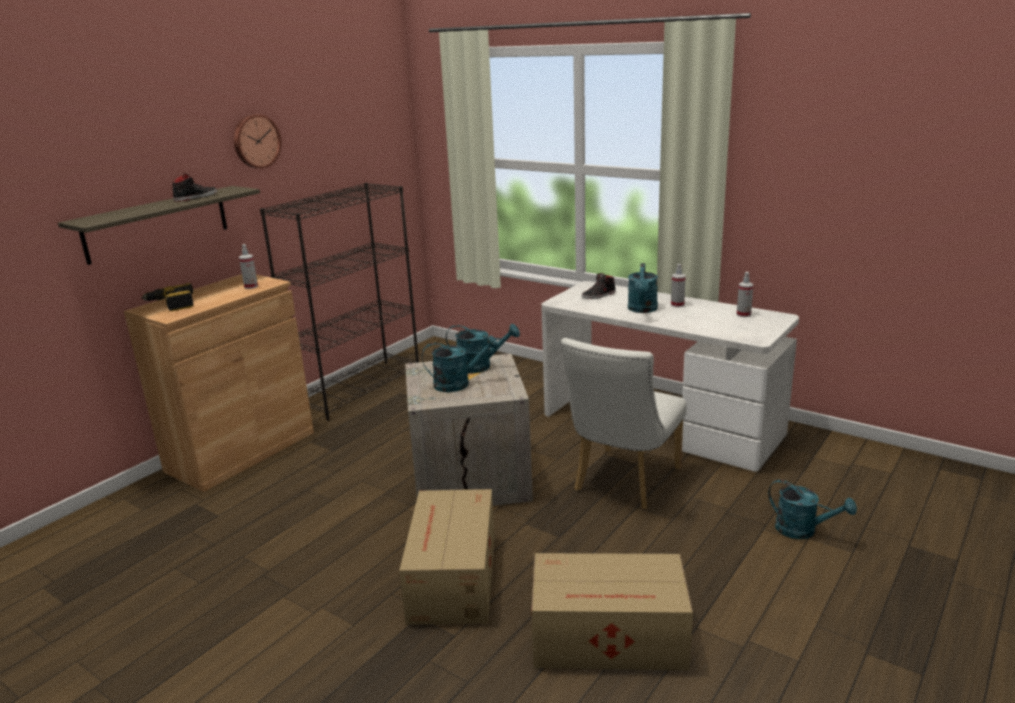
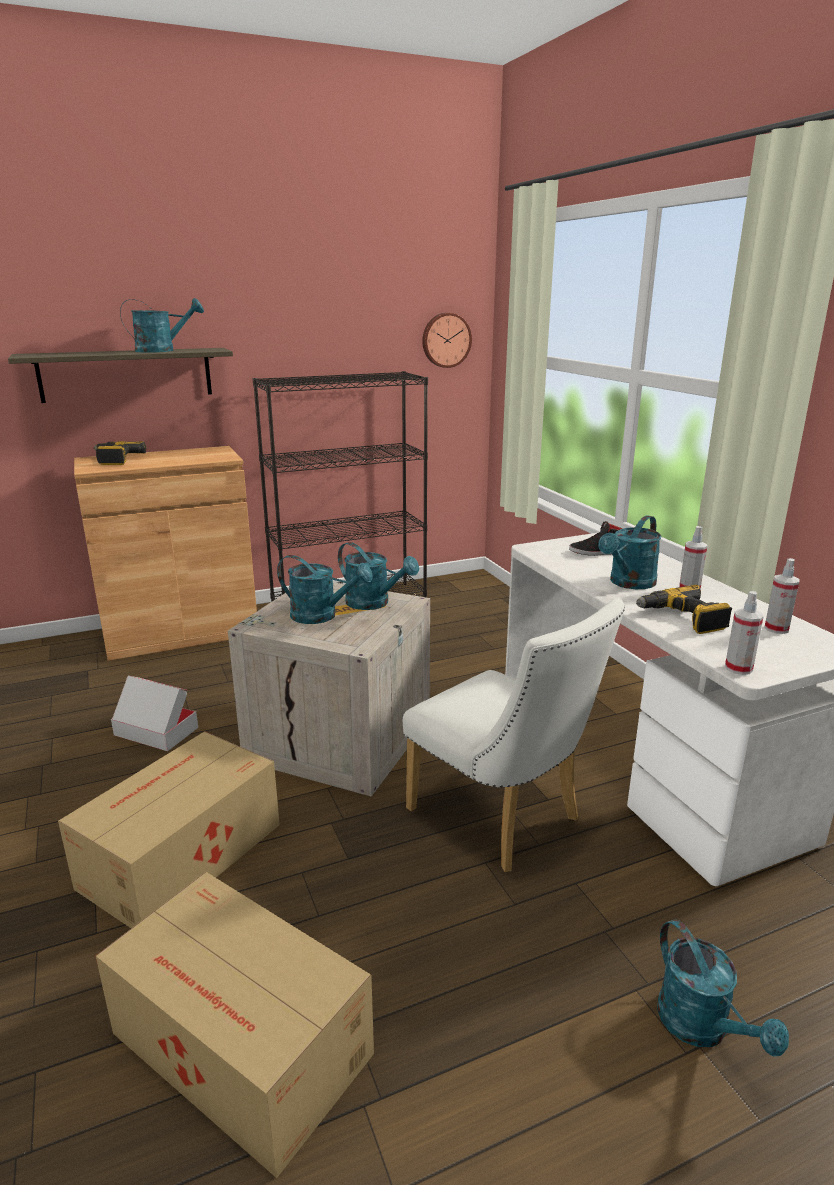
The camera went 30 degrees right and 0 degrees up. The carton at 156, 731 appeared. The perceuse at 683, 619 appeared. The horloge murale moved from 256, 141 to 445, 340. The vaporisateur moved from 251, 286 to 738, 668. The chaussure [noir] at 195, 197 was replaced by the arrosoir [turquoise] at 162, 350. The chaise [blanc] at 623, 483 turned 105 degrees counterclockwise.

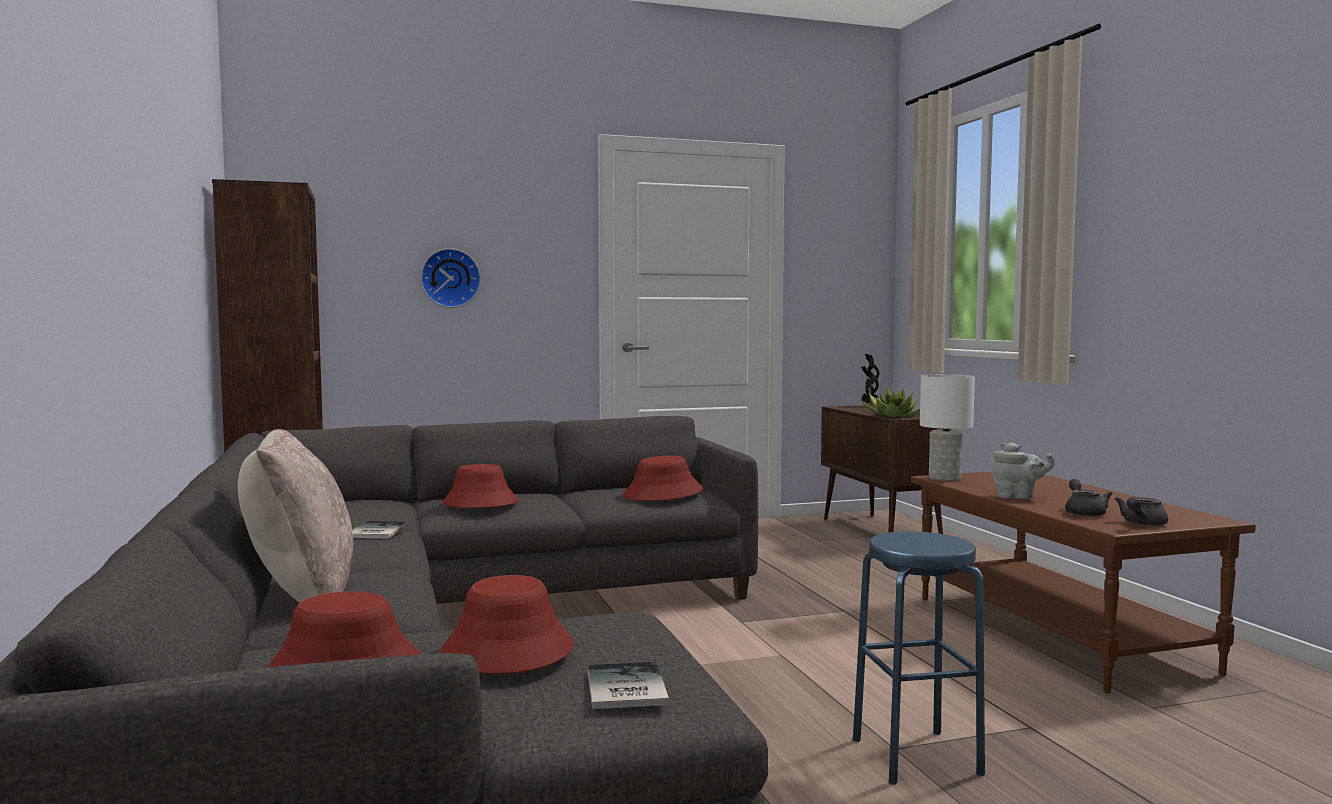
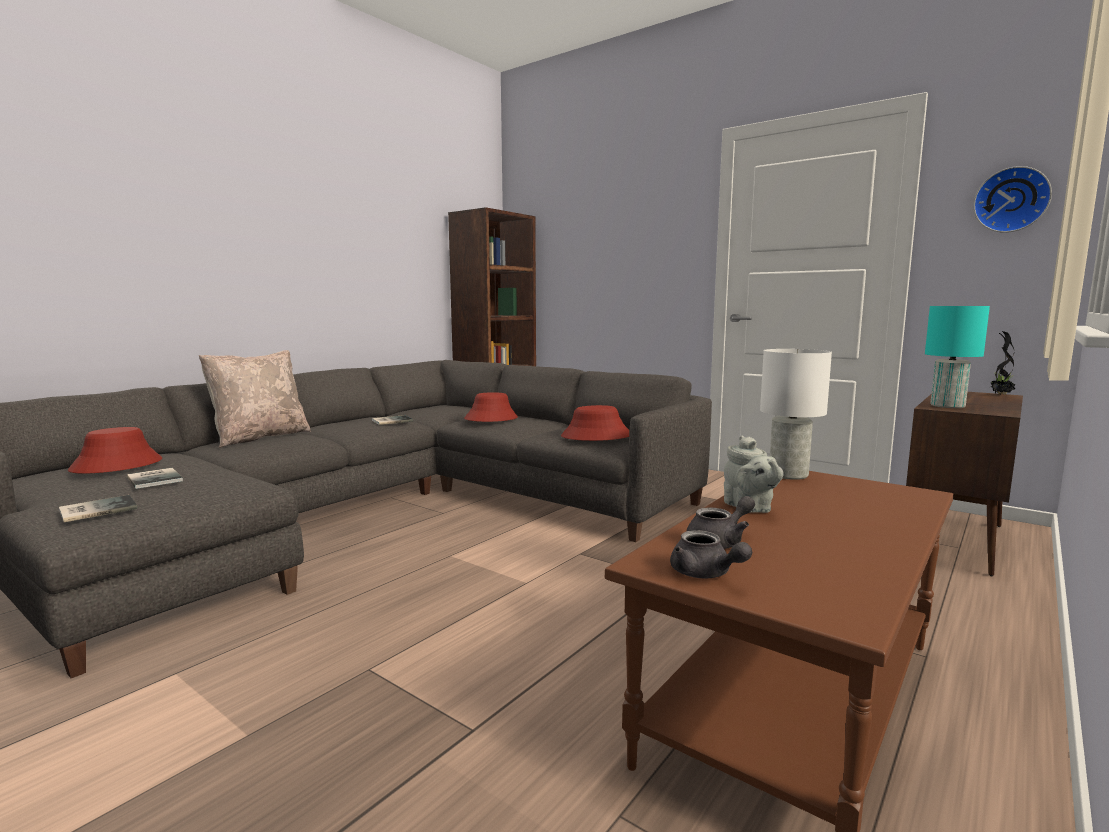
The camera went 55 degrees right and 5 degrees up. The tabouret [bleu] at 915, 756 disappeared. The horloge murale moved from 450, 278 to 1011, 200. The chapeau [rouge] at 507, 650 was replaced by the livre at 156, 478. The plante en pot at 893, 416 was replaced by the lampe de table [turquoise] at 946, 405. The théière [gris] at 1141, 524 turned 135 degrees counterclockwise.

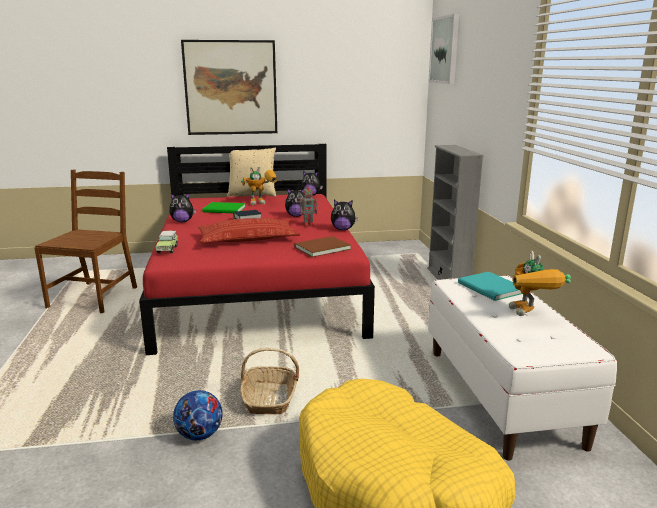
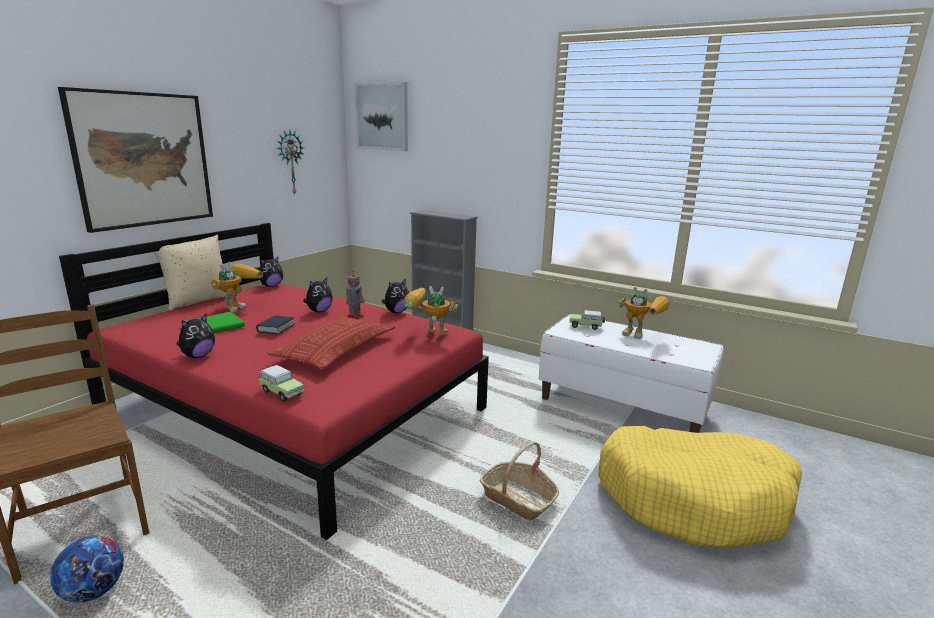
The camera went 50 degrees left and 0 degrees up. The horloge murale at 290, 162 appeared. The ballon de foot moved from 199, 435 to 94, 591. The livre [marron] at 320, 248 was replaced by the robot jouet at 427, 335. The livre [turquoise] at 491, 288 was replaced by the petite voiture at 586, 326.

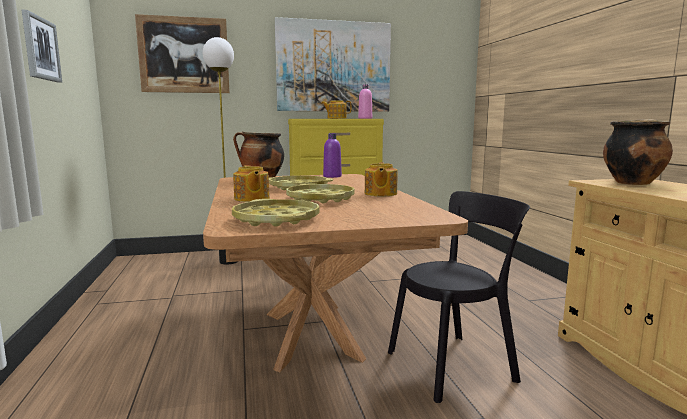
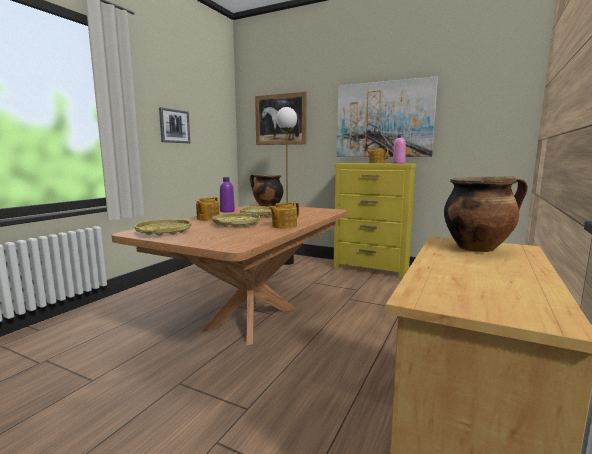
The camera went 40 degrees right and 0 degrees up. The chaise [noir] at 455, 365 disappeared. The bouteille [violet] moved from 332, 176 to 227, 211.

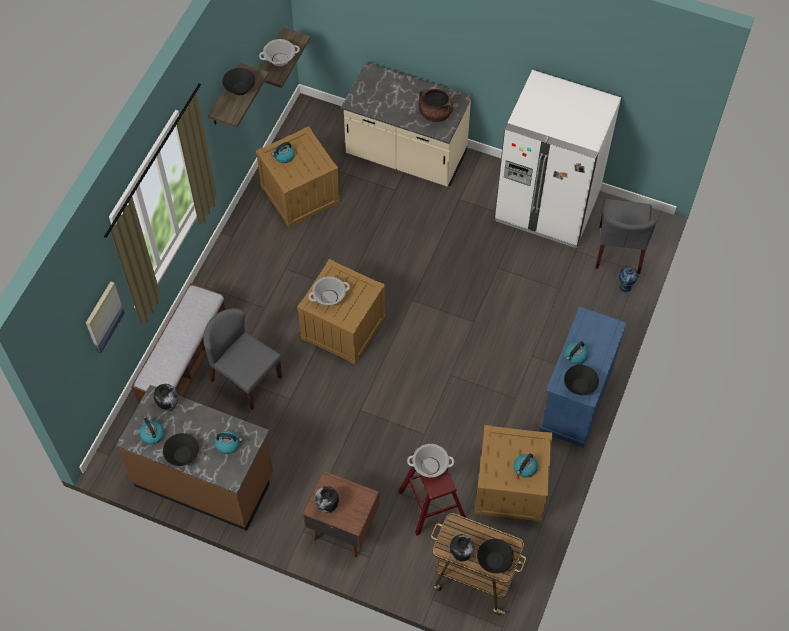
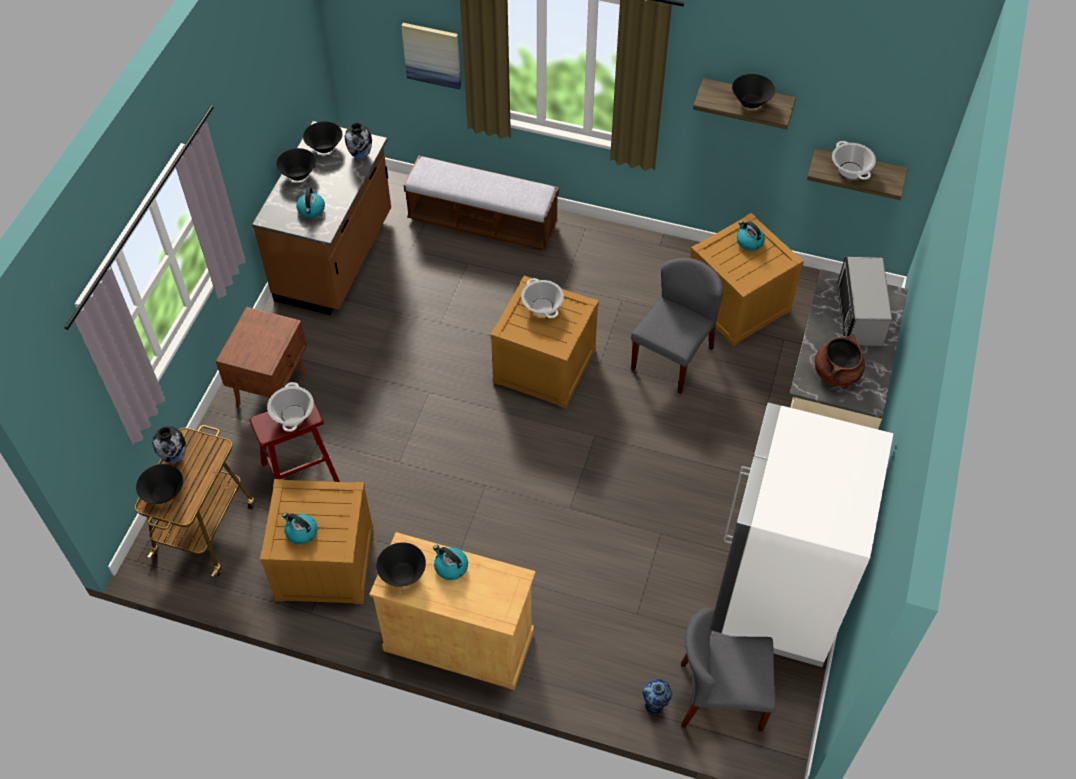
The camera went 85 degrees right and 5 degrees down. The vase at 327, 507 disappeared. The micro-ondes at 859, 315 appeared. The chaise [gris] moved from 245, 378 to 672, 357. The bouilloire at 152, 434 was replaced by the bol [noir] at 324, 147. The meuble de rangement [bleu] at 576, 398 became the meuble de rangement [beige] at 459, 640.

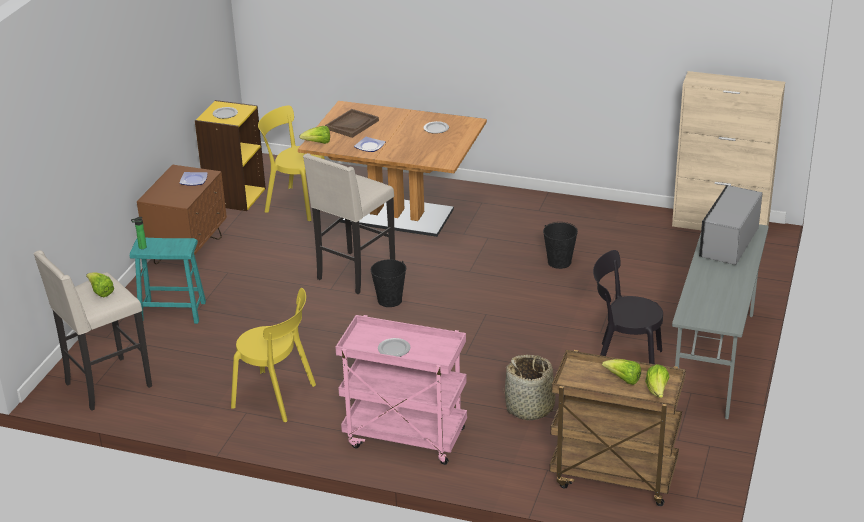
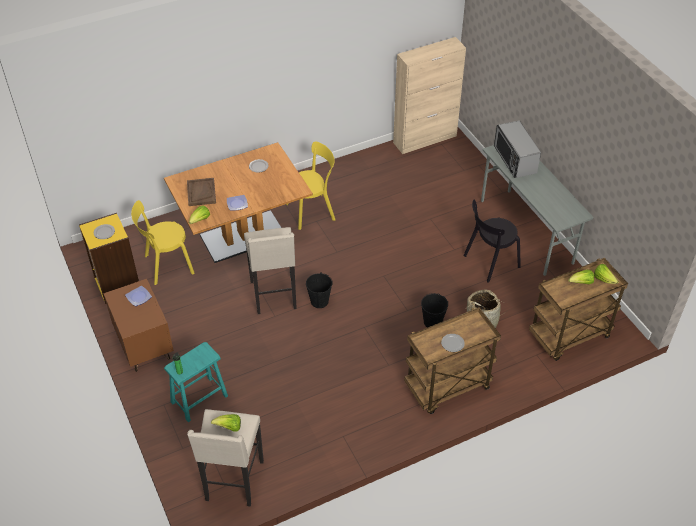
The camera went 45 degrees left and 15 degrees up. The chaise [jaune] moved from 277, 397 to 313, 211. The seau [noir] moved from 559, 262 to 432, 322. The chariot [rose] at 404, 438 became the chariot [marron] at 447, 388.

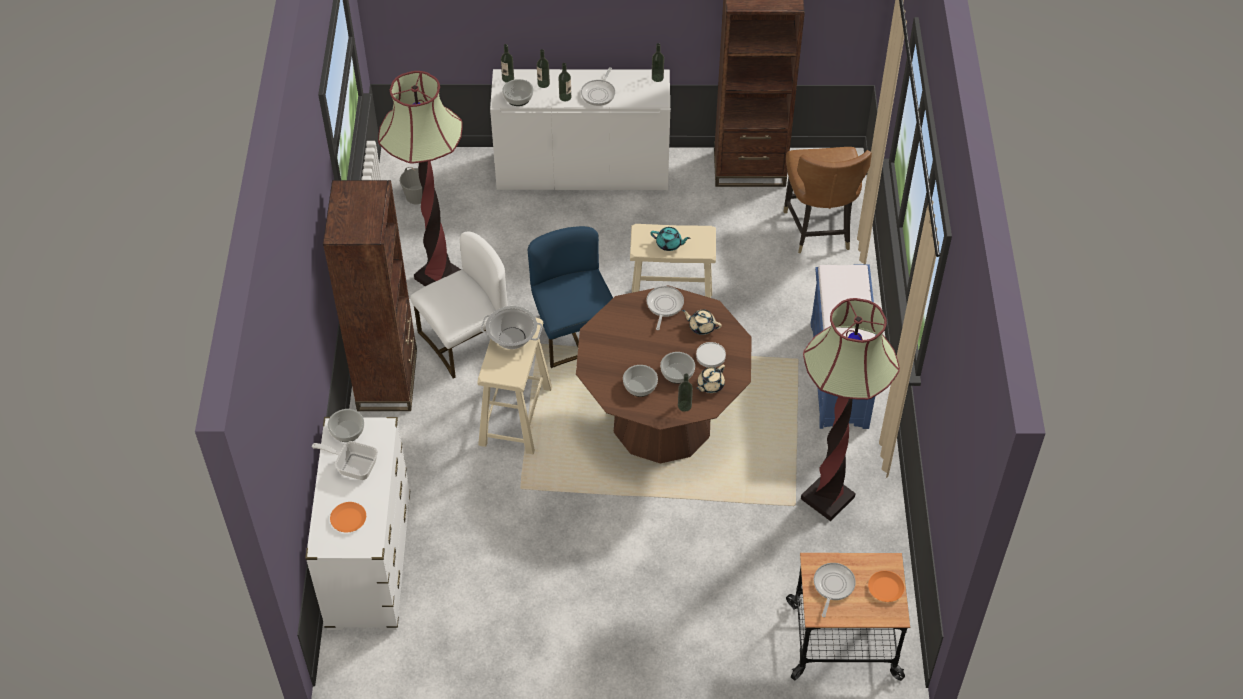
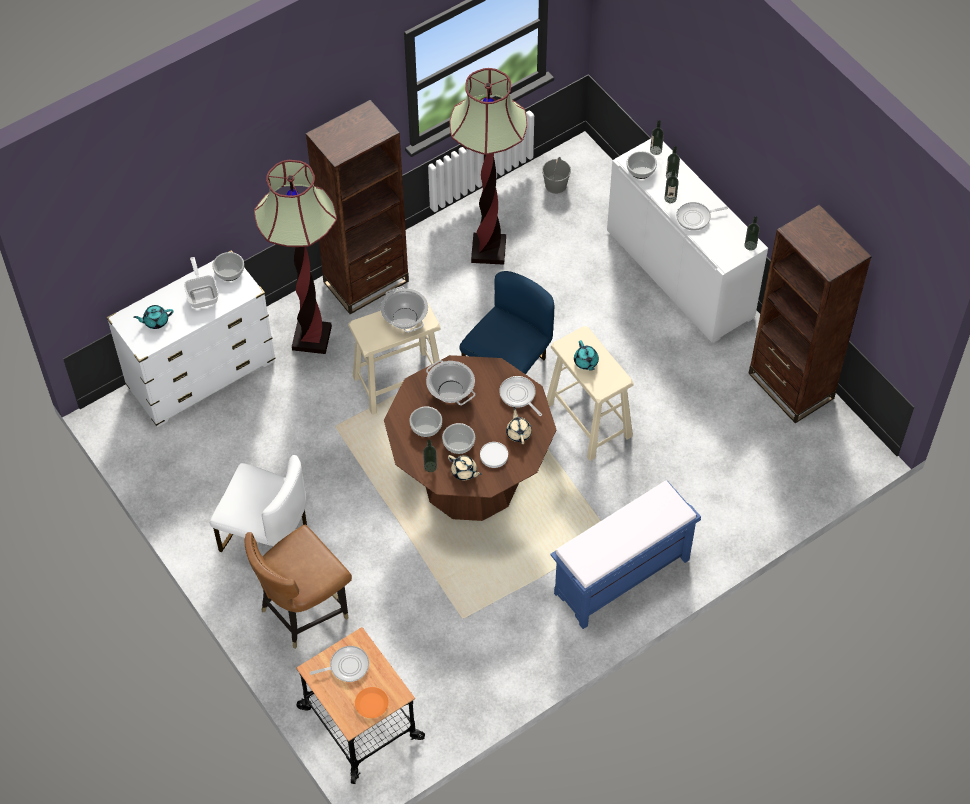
The camera went 55 degrees right and 5 degrees up. The marmite at 450, 391 appeared. The chaise [blanc] moved from 465, 340 to 265, 533. The chaise [marron] moved from 819, 229 to 303, 611. The lampadaire moved from 827, 498 to 311, 338. The assiette [orange] at 349, 520 was replaced by the théière [turquoise] at 155, 321. The poêle at 664, 306 turned 105 degrees counterclockwise. The théière [beige] at 710, 385 turned 150 degrees counterclockwise.

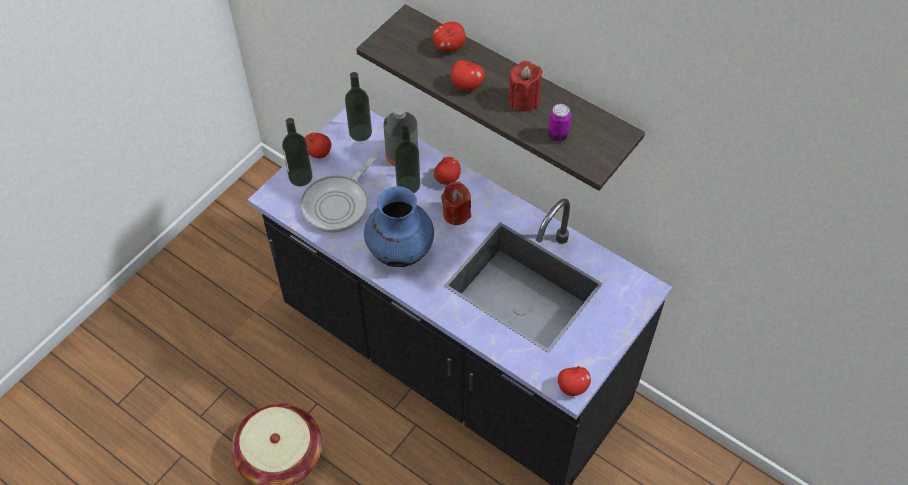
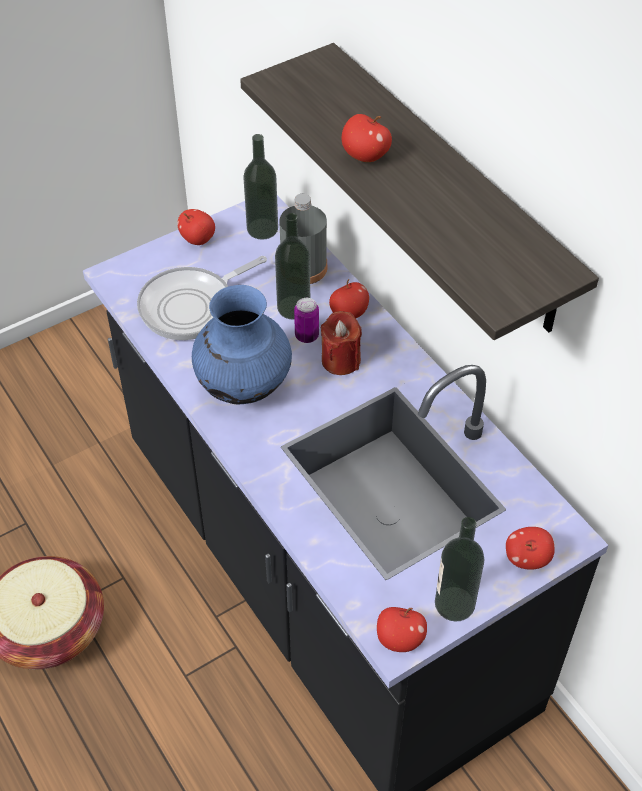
The camera went 20 degrees right and 5 degrees down. The bougie [rouge] at 524, 100 disappeared. The bouteille moved from 300, 177 to 454, 604. The pomme moved from 449, 47 to 527, 559. The boîte métallique moved from 557, 135 to 306, 336.

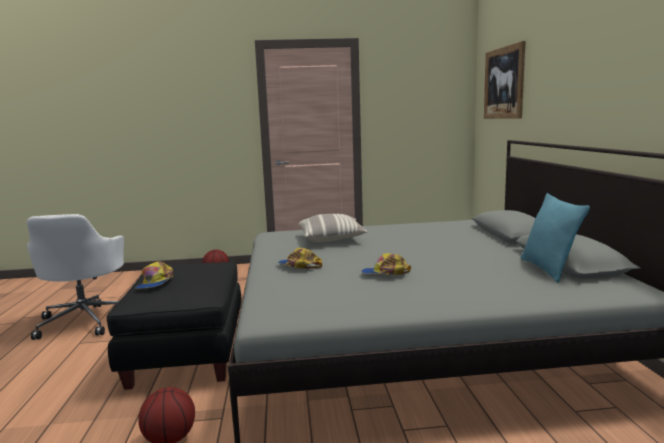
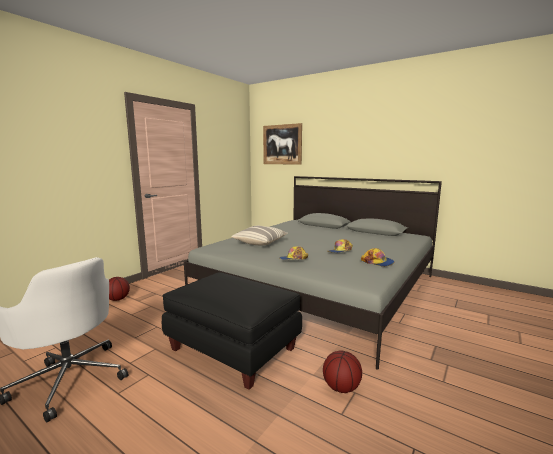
The camera went 50 degrees left and 0 degrees up. The coussin [turquoise] at 548, 269 disappeared. The casquette moved from 155, 283 to 377, 262.

